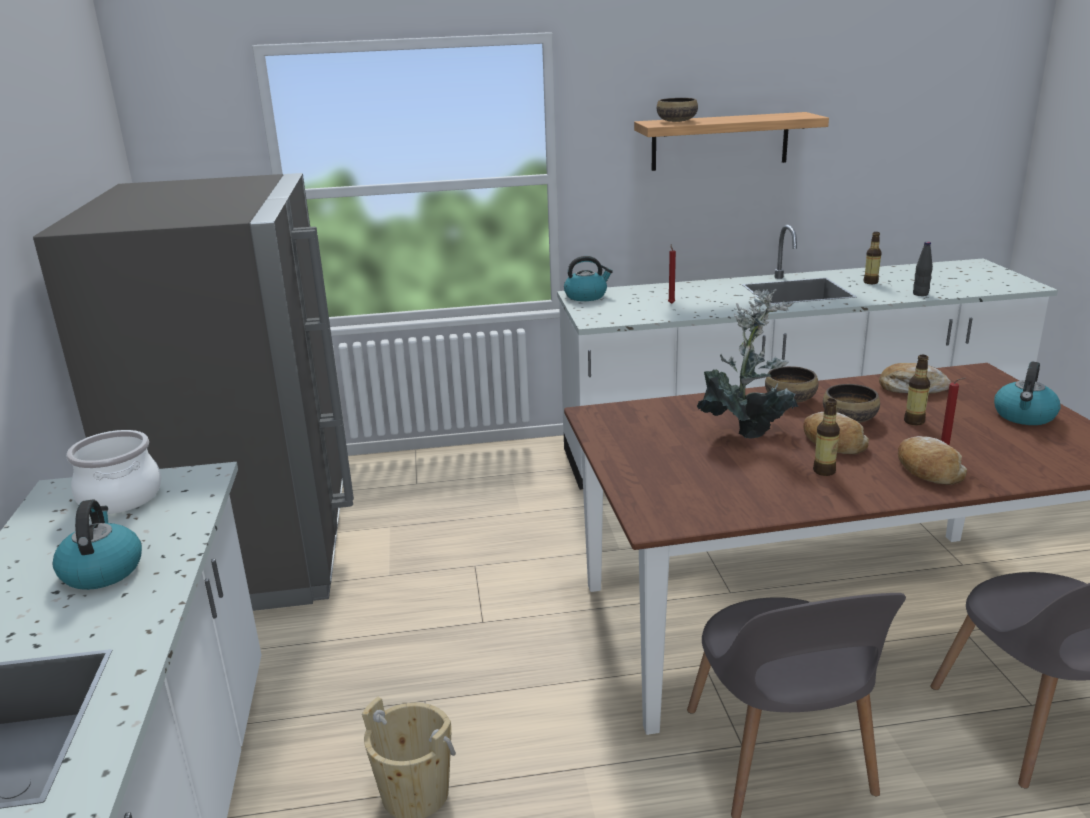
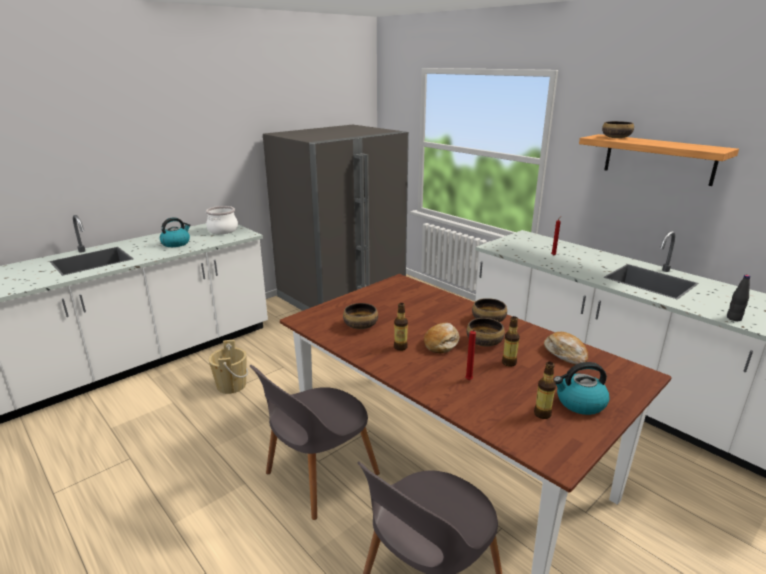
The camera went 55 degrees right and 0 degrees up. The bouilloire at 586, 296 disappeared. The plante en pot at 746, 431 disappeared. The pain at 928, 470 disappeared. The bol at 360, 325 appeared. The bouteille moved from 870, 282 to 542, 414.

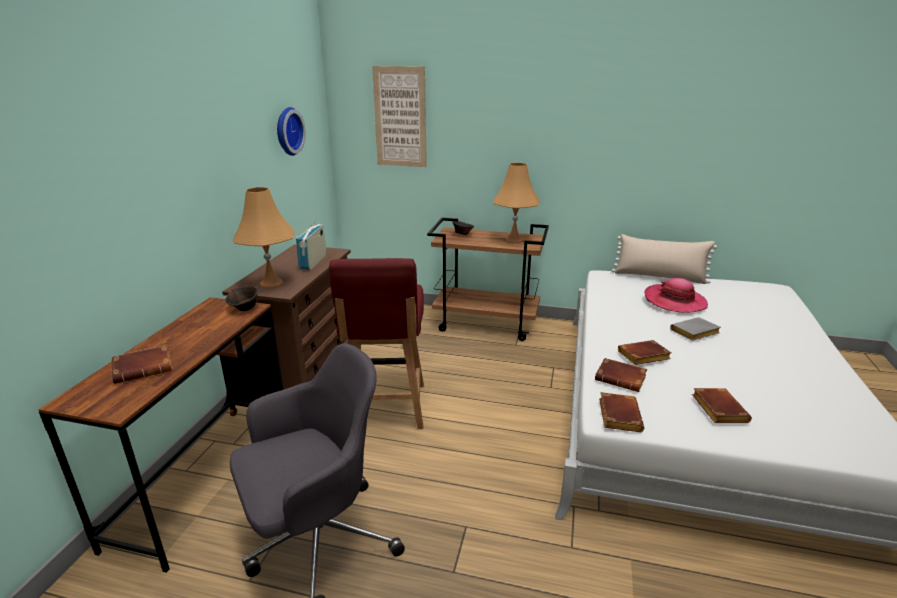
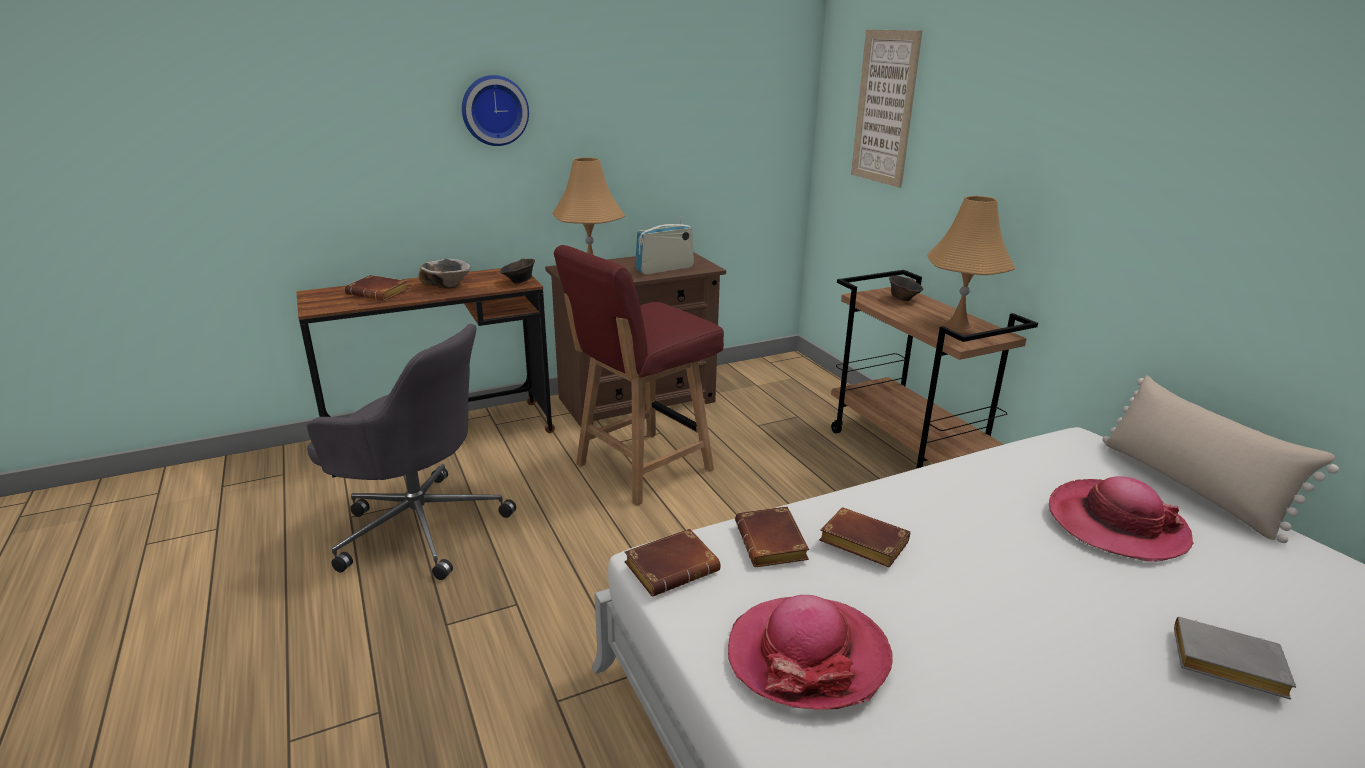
The camera went 50 degrees right and 0 degrees up. The bol at 448, 285 appeared. The horloge murale moved from 287, 131 to 494, 110. The livre [gris] moved from 694, 333 to 1224, 665. The livre [marron] at 717, 409 was replaced by the chapeau at 808, 655.

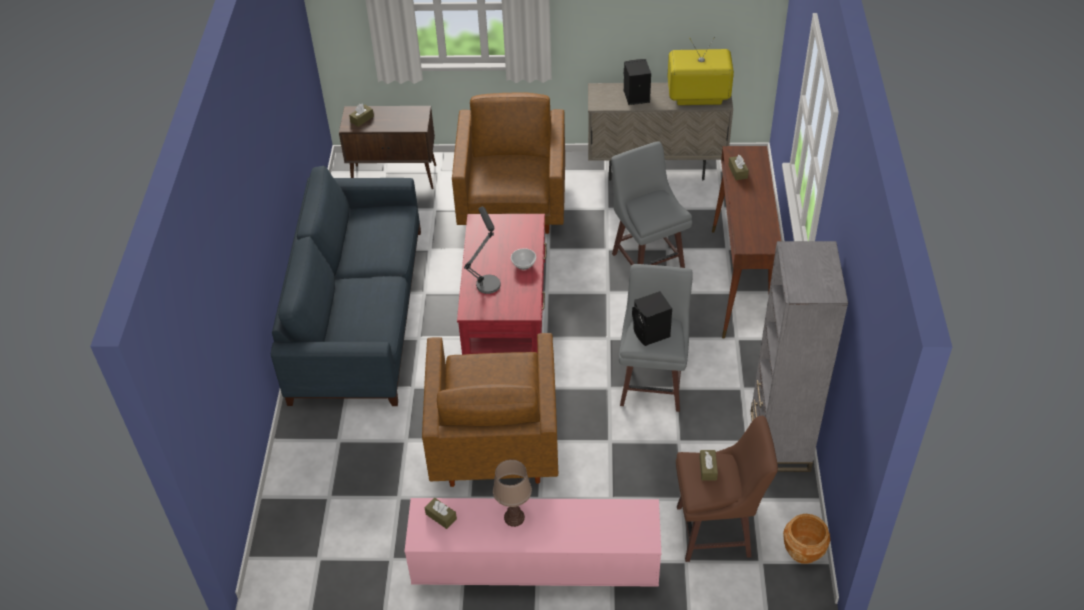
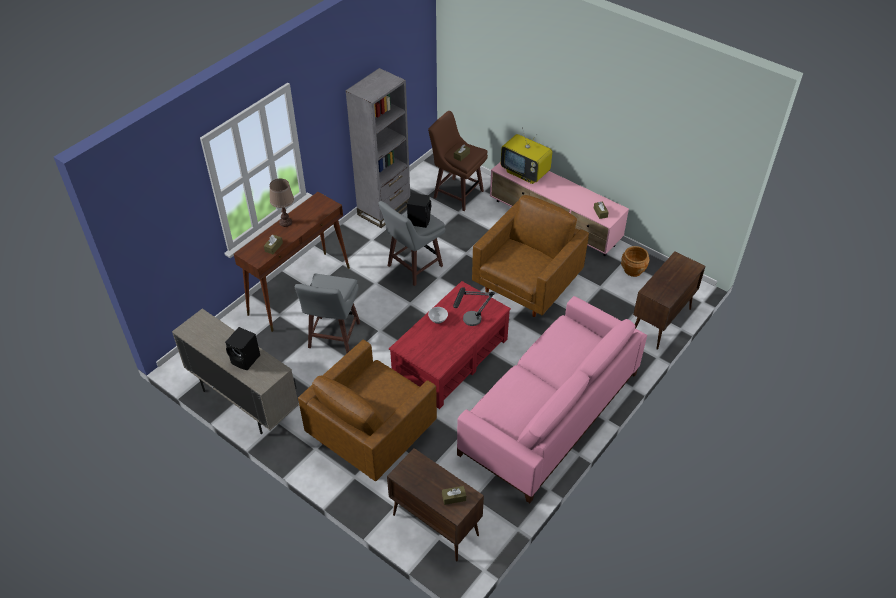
The camera went 145 degrees left and 0 degrees up. The meuble de rangement [marron] at 660, 322 appeared. The lampe de table [marron] moved from 514, 518 to 286, 222. The téléviseur moved from 697, 97 to 525, 173. The cache-pot [marron] moved from 803, 550 to 633, 270. The canapé [bleu] at 359, 313 became the canapé [rose] at 548, 412.

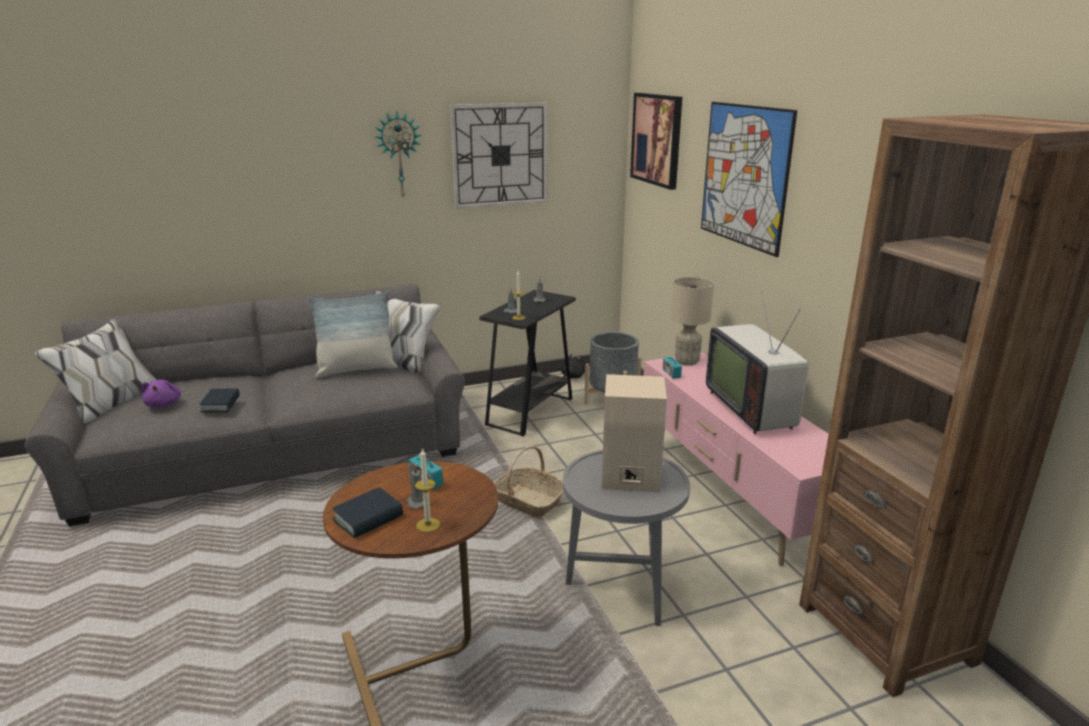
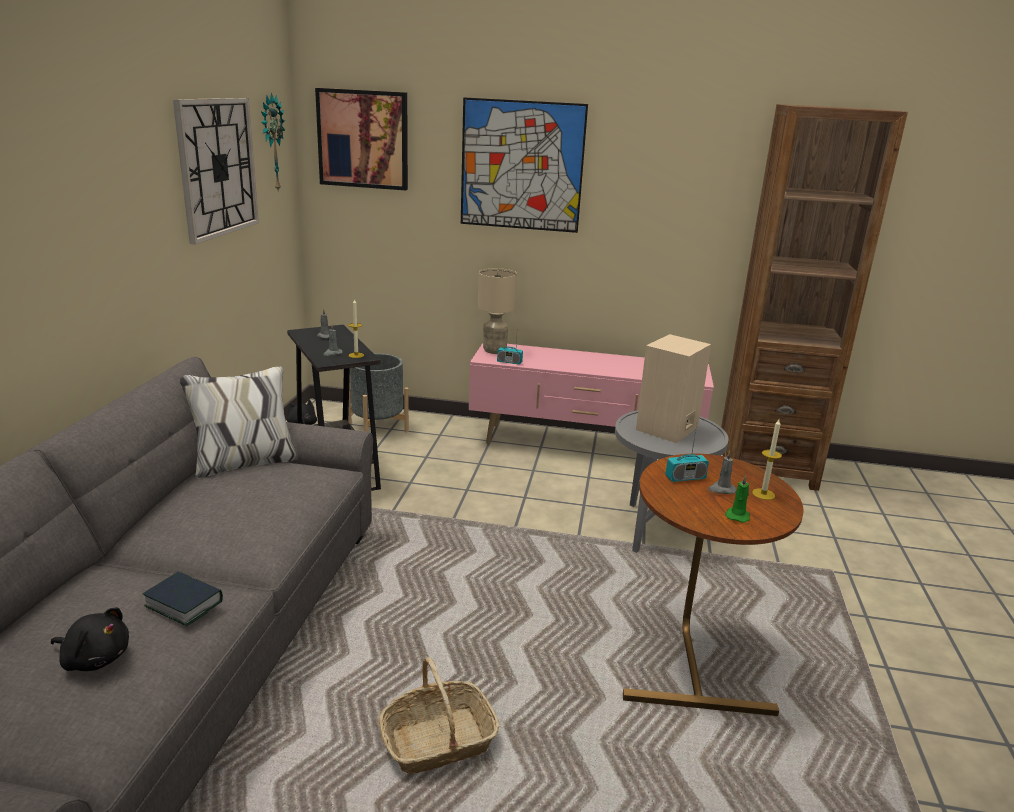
The camera went 60 degrees left and 0 degrees up. The coussin at 356, 370 disappeared. The téléviseur at 753, 408 disappeared. The horloge murale moved from 399, 155 to 271, 143. The panier moved from 528, 501 to 438, 741. The livre at 368, 518 was replaced by the bougie [vert] at 737, 516. The peluche [violet] at 164, 404 became the peluche [noir] at 95, 658.

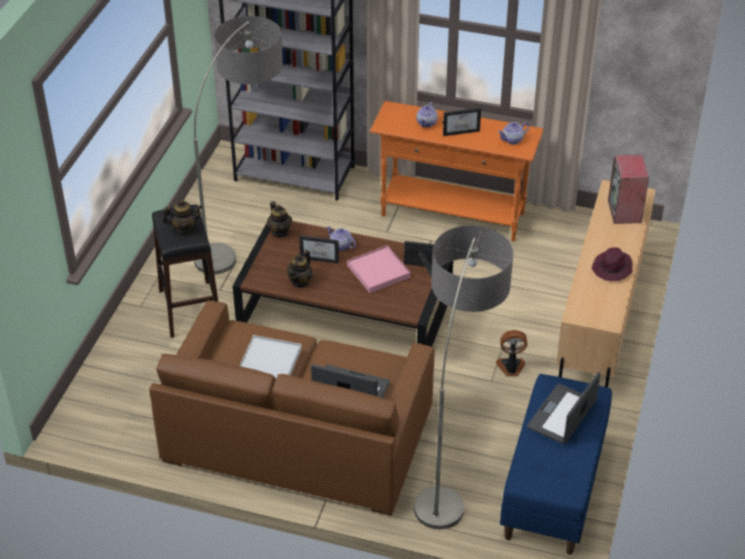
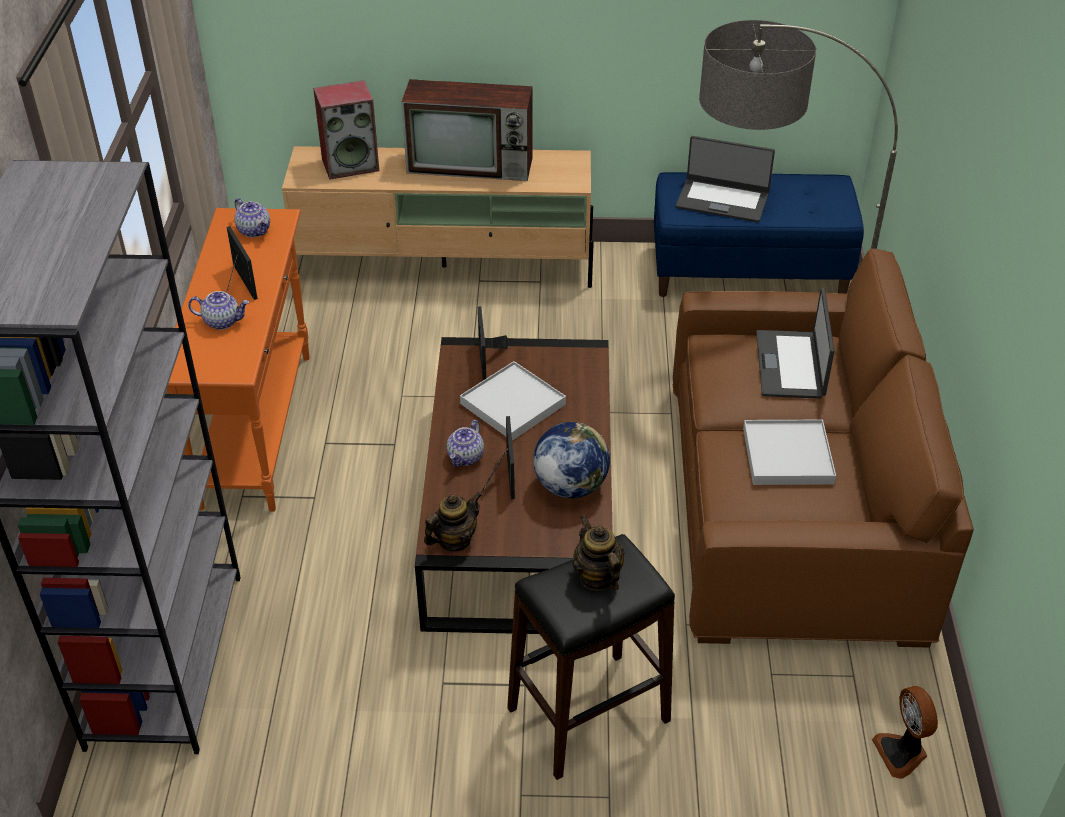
The camera went 105 degrees left and 0 degrees up. The lampadaire at 246, 232 disappeared. The ventilateur moved from 511, 367 to 902, 753. The théière at 300, 281 was replaced by the globe at 570, 486. The chapeau [violet] at 612, 268 was replaced by the téléviseur at 472, 165. The plateau [rose] at 378, 271 became the plateau [blanc] at 513, 404.

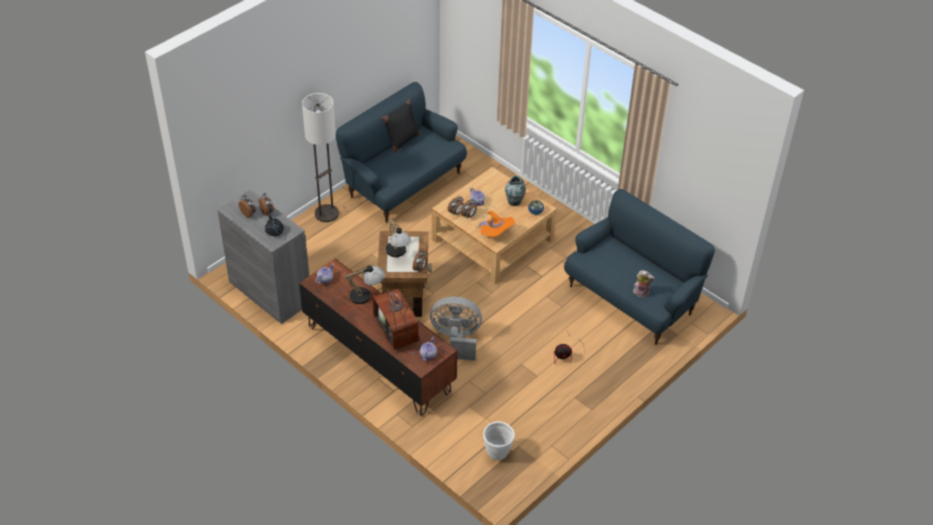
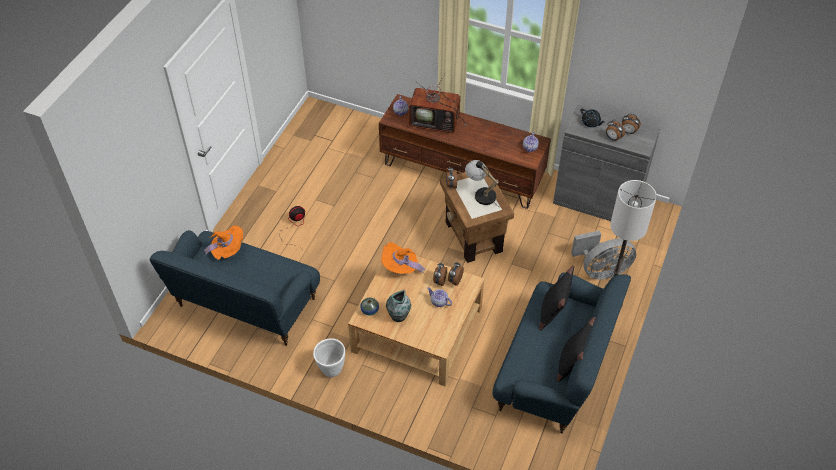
The camera went 160 degrees right and 5 degrees up. The lampe de table at 366, 295 disappeared. The coussin [noir] at 553, 312 appeared. The ventilateur [gris] moved from 456, 339 to 601, 270. The cache-pot [blanc] moved from 497, 453 to 331, 370. The peluche at 641, 292 was replaced by the chapeau [orange] at 228, 251. The téléviseur at 398, 332 turned 150 degrees clockwise.

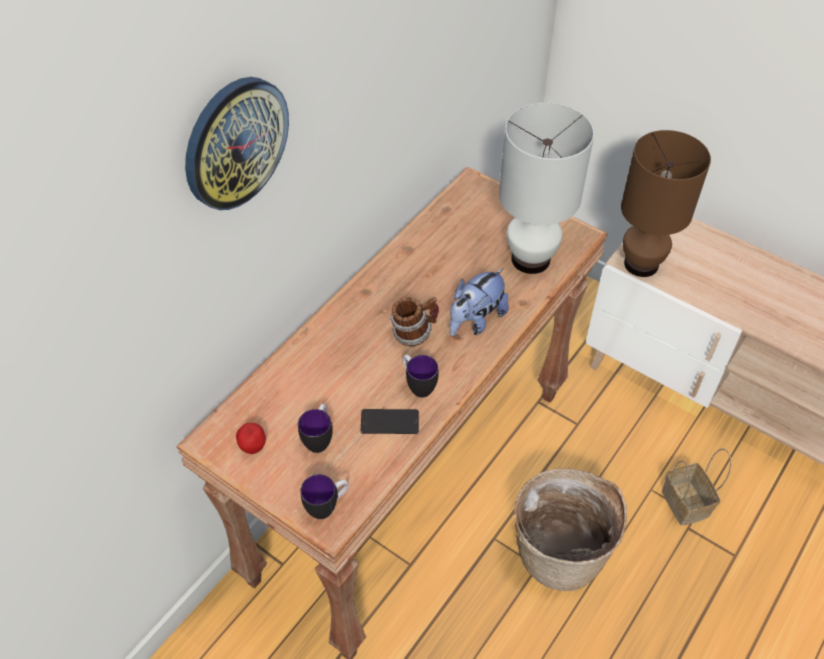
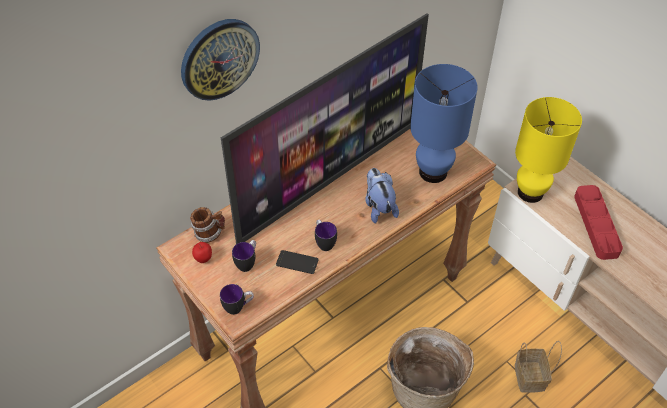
The camera went 15 degrees right and 0 degrees up. The téléviseur at 329, 179 appeared. The plateau [rouge] at 596, 224 appeared. The mug moved from 414, 333 to 210, 233. The lampe de table [blanc] at 530, 258 became the lampe de table [bleu] at 433, 171. The lampe de table [marron] at 641, 265 became the lampe de table [jaune] at 530, 193. The peluche at 475, 321 turned 105 degrees clockwise.

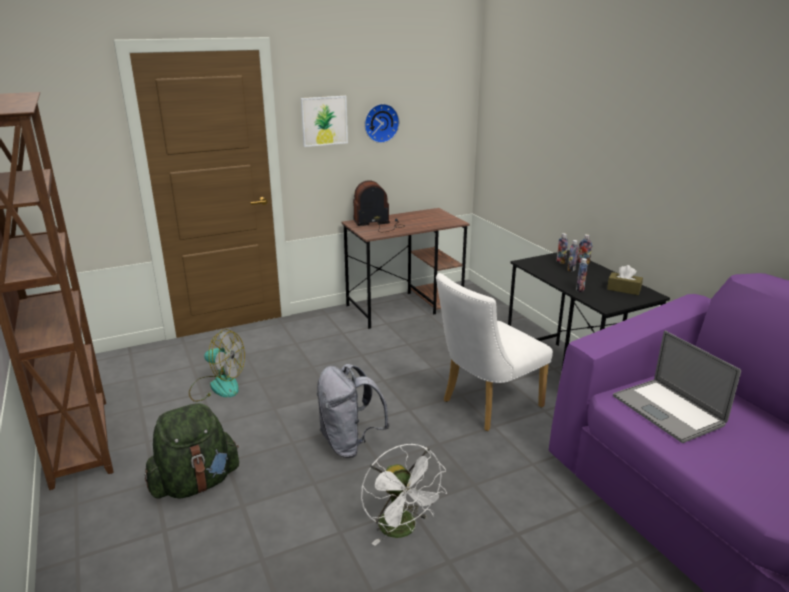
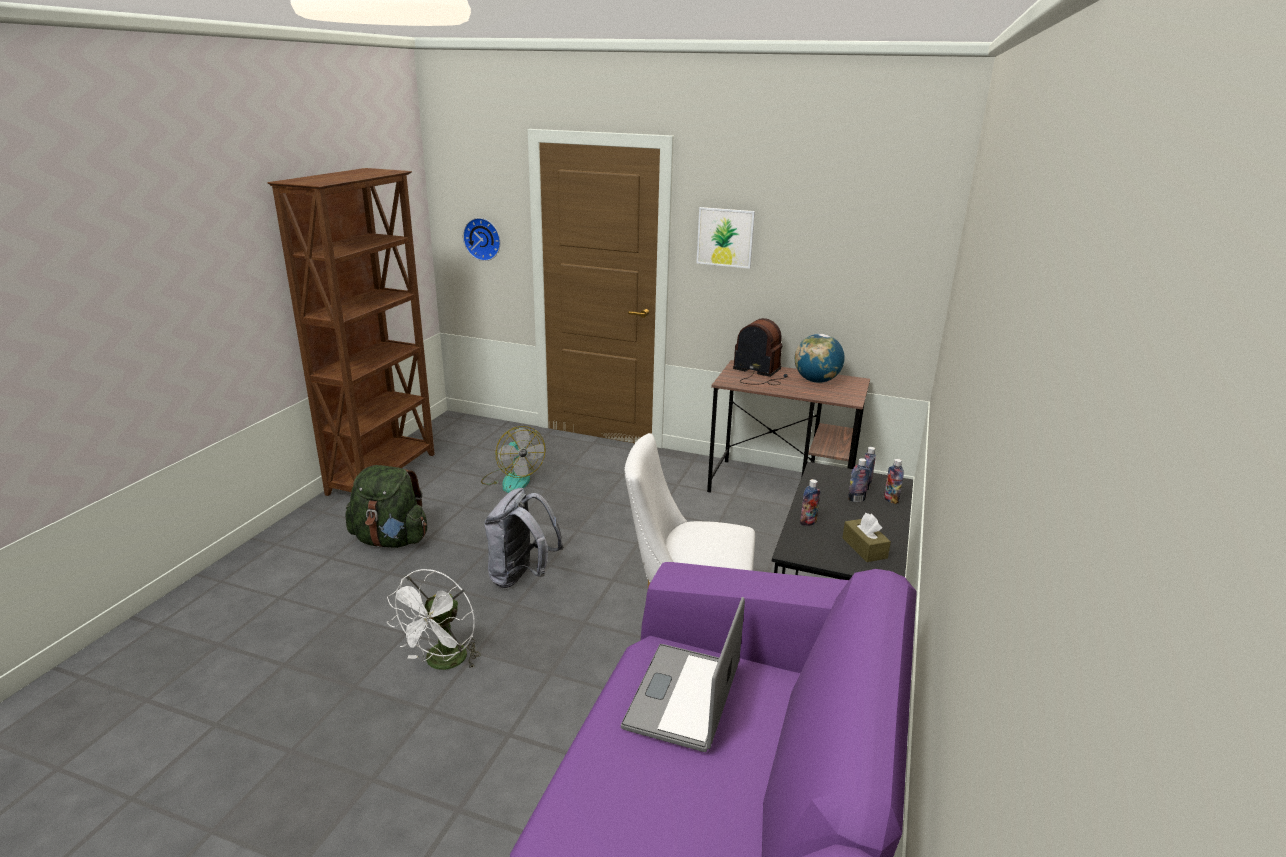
The camera went 45 degrees right and 0 degrees up. The globe at 816, 381 appeared. The horloge murale moved from 380, 123 to 483, 238.

